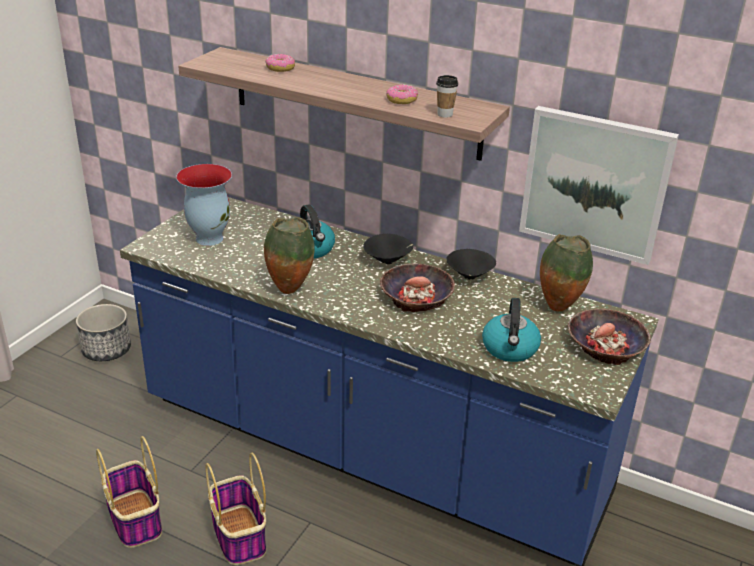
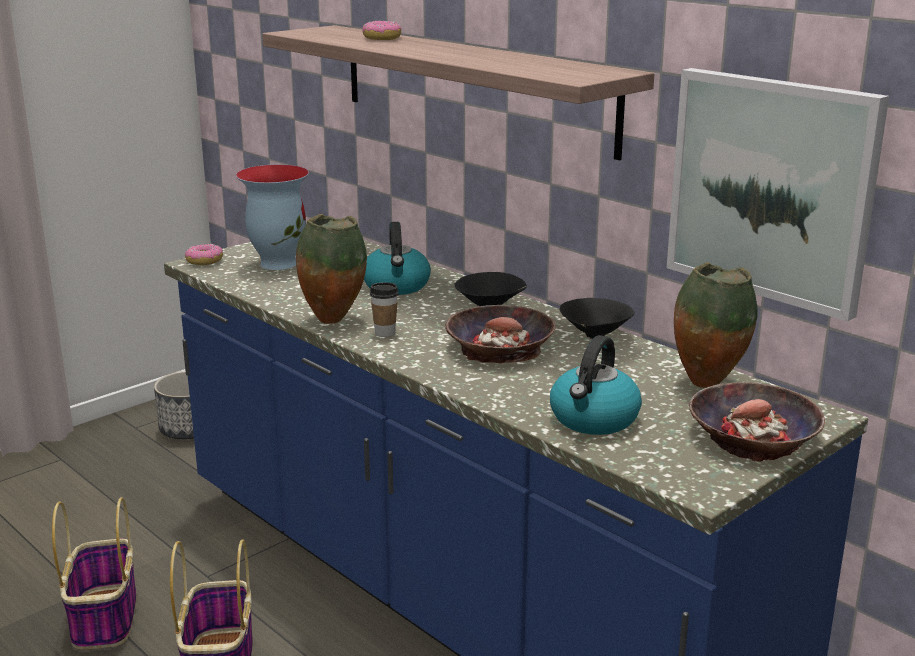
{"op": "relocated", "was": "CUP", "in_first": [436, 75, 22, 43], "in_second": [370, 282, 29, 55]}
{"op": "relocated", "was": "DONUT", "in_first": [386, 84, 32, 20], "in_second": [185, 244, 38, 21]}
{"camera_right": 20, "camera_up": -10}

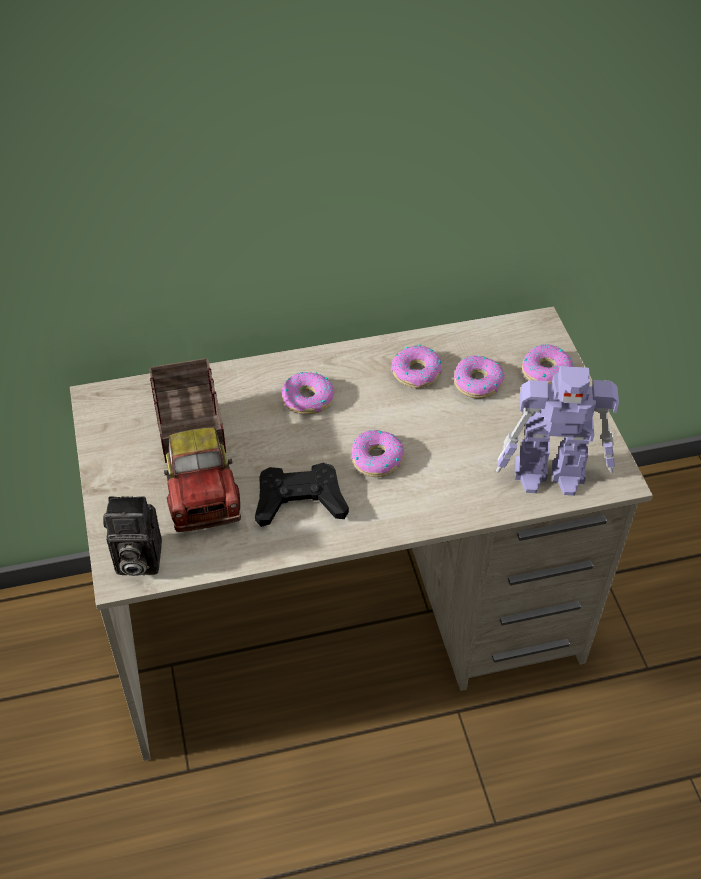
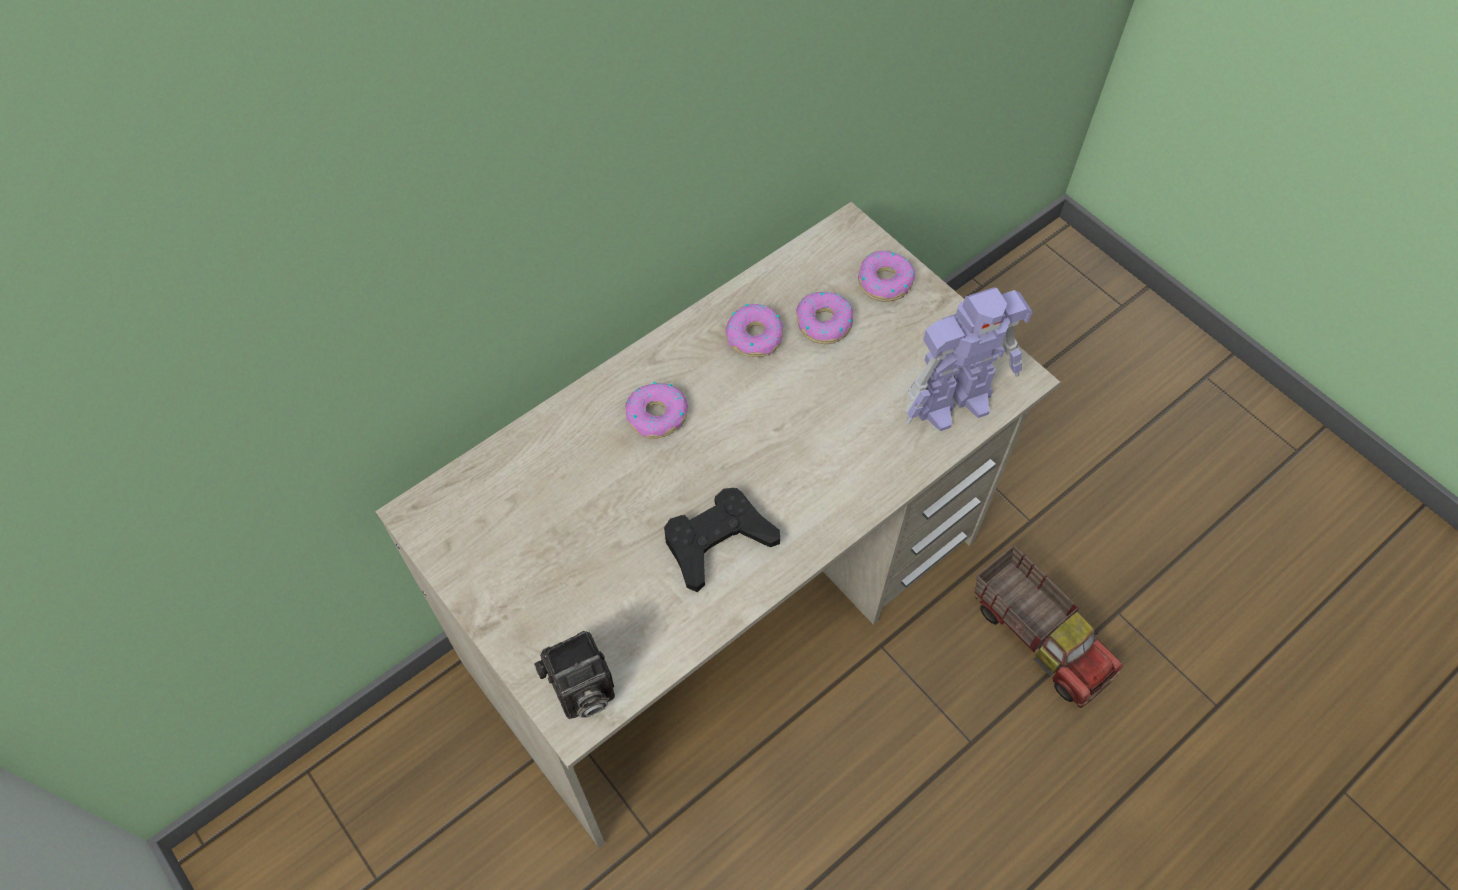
{"op": "relocated", "was": "TOY TRUCK", "in_first": [149, 358, 92, 174], "in_second": [975, 545, 148, 163]}
{"op": "missing", "was": "DONUT", "in_first": [351, 430, 53, 47]}
{"camera_right": -25, "camera_up": 10}

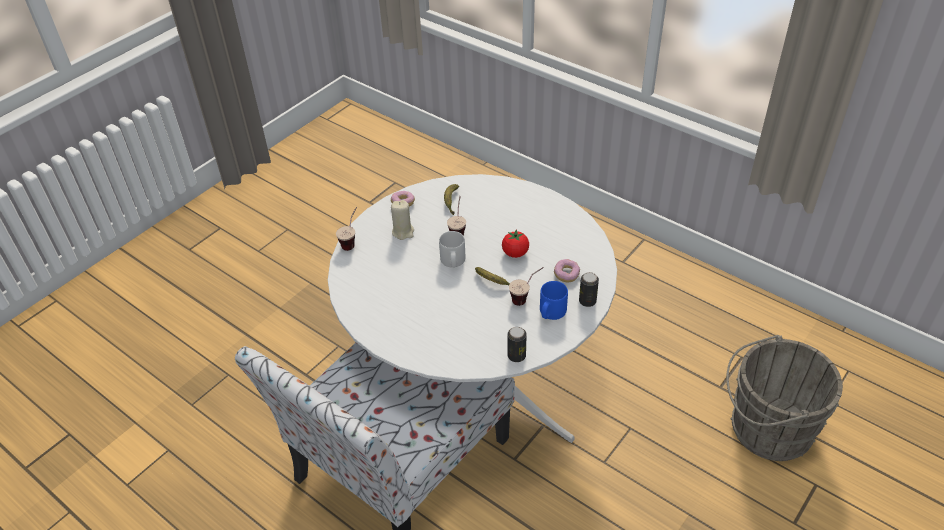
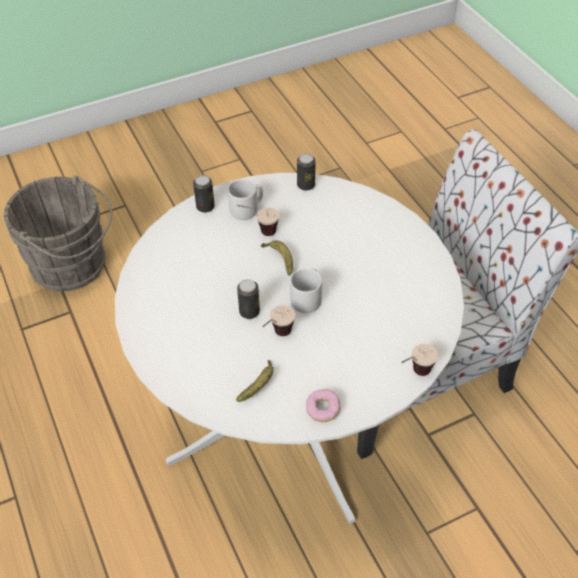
{"op": "missing", "was": "BEIGE CANDLE", "in_first": [391, 200, 23, 40]}
{"op": "missing", "was": "TOMATO", "in_first": [502, 229, 27, 29]}
{"op": "missing", "was": "DONUT", "in_first": [554, 259, 26, 23]}
{"op": "colour", "was": "BLUE MUG", "now": "GREY MUG", "in_first": [540, 281, 28, 39], "in_second": [228, 179, 35, 41]}
{"op": "appeared", "now": "CAN", "in_second": [237, 279, 23, 40]}
{"camera_right": -155, "camera_up": 5}

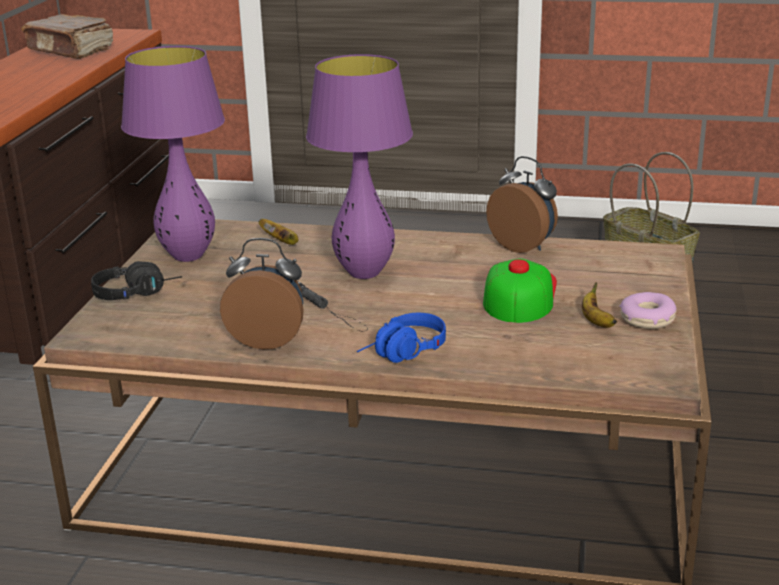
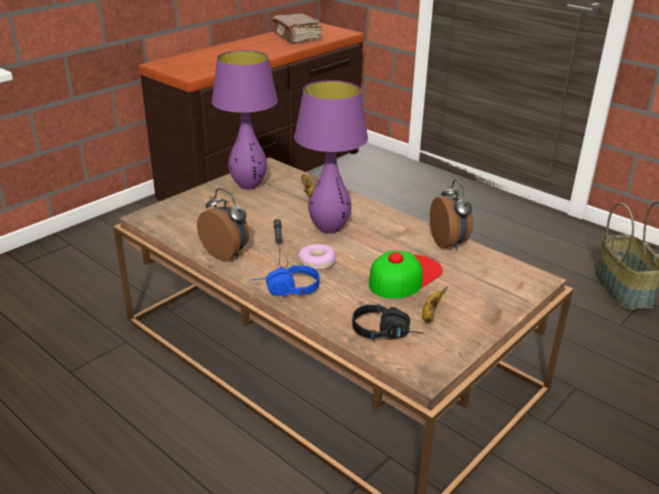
{"op": "relocated", "was": "BLACK HEADPHONES", "in_first": [91, 261, 91, 39], "in_second": [352, 304, 72, 36]}
{"op": "relocated", "was": "DONUT", "in_first": [619, 292, 58, 37], "in_second": [298, 244, 38, 26]}
{"camera_right": 30, "camera_up": 5}

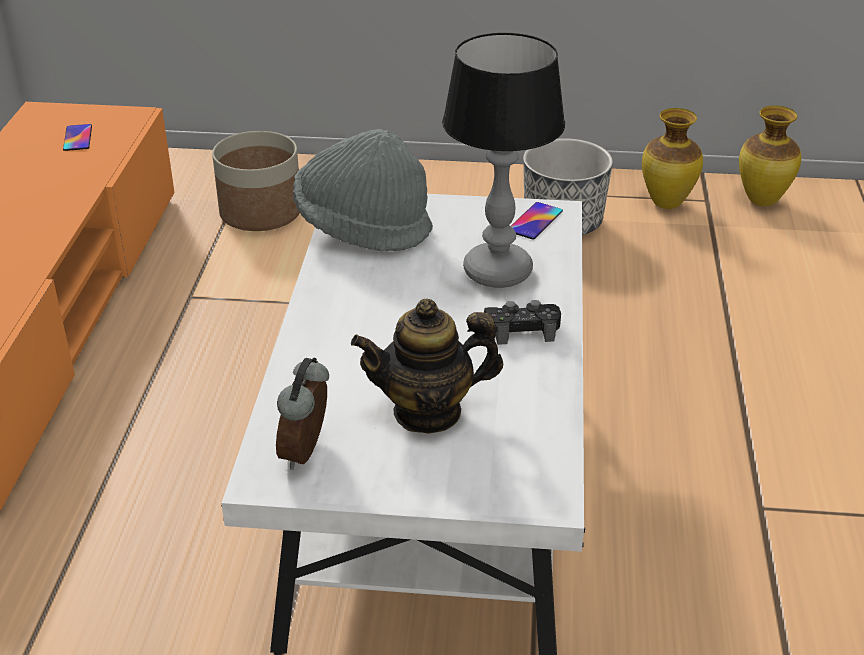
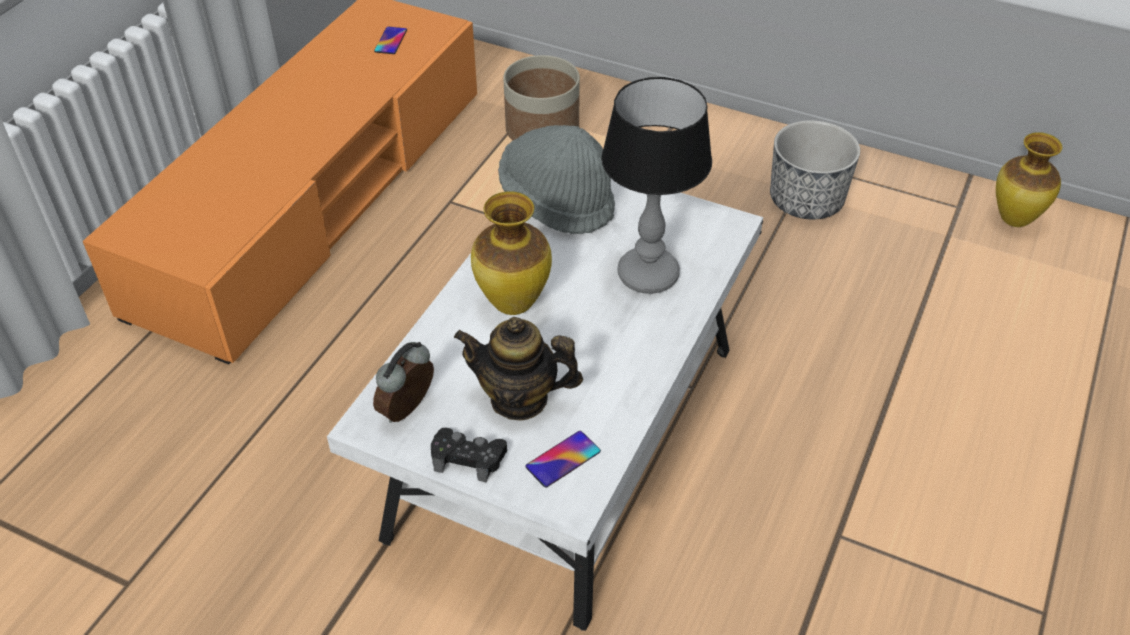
{"op": "relocated", "was": "VASE", "in_first": [642, 108, 61, 101], "in_second": [471, 191, 81, 124]}
{"op": "relocated", "was": "PHONE", "in_first": [511, 202, 52, 37], "in_second": [525, 431, 76, 56]}
{"op": "relocated", "was": "BLACK GAME CONTROLLER", "in_first": [484, 300, 77, 45], "in_second": [431, 428, 76, 55]}
{"camera_right": 20, "camera_up": 10}

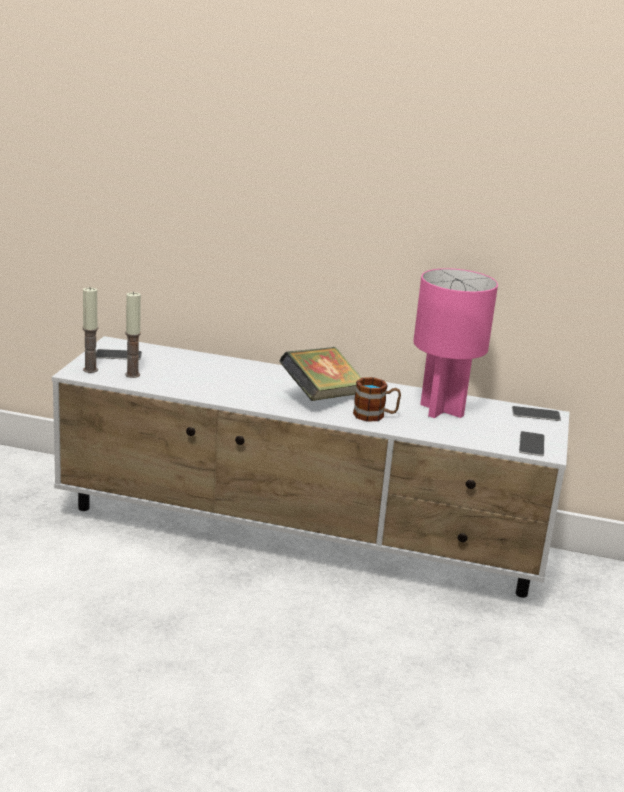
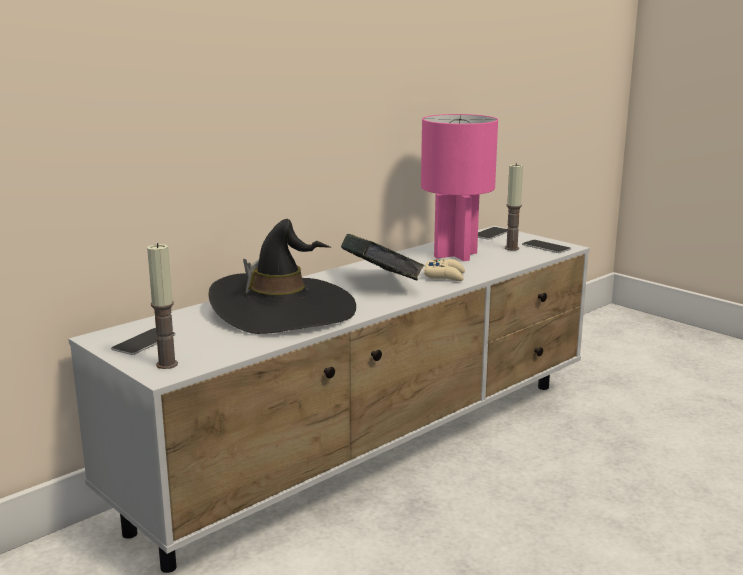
{"op": "relocated", "was": "CANDLE", "in_first": [125, 292, 16, 86], "in_second": [505, 163, 18, 88]}
{"op": "exchanged", "was": "MUG", "now": "BEIGE GAME CONTROLLER", "in_first": [353, 377, 48, 45], "in_second": [424, 258, 41, 23]}
{"op": "appeared", "now": "BLACK HAT", "in_second": [209, 219, 147, 115]}
{"camera_right": -55, "camera_up": -5}

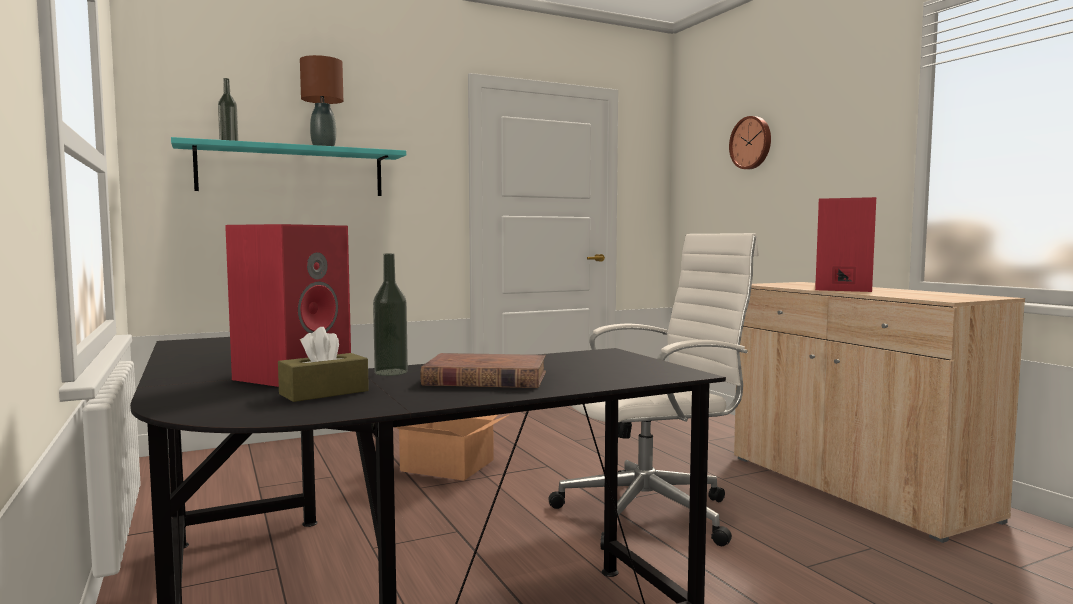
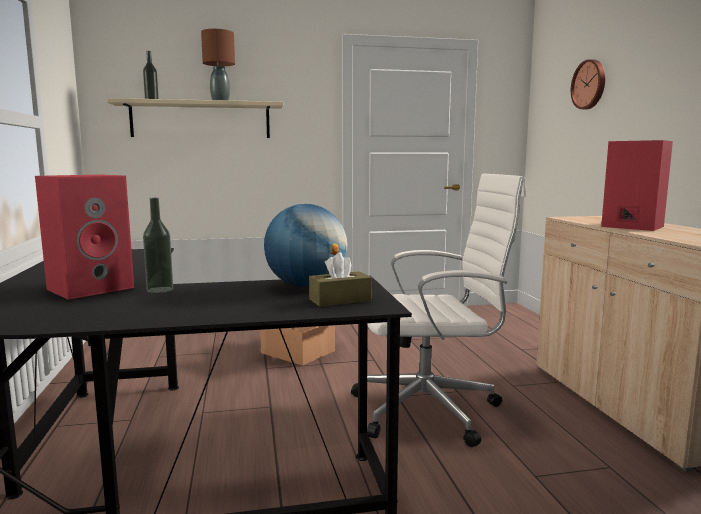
{"op": "colour", "was": "TURQUOISE SHELF", "now": "BEIGE SHELF", "in_first": [171, 137, 235, 59], "in_second": [107, 98, 176, 40]}
{"op": "relocated", "was": "BROWN TISSUE BOX", "in_first": [278, 327, 91, 75], "in_second": [309, 253, 63, 54]}
{"op": "missing", "was": "BROWN BOOK", "in_first": [420, 353, 126, 35]}
{"op": "appeared", "now": "GLOBE", "in_second": [264, 204, 83, 83]}
{"camera_right": 15, "camera_up": 5}

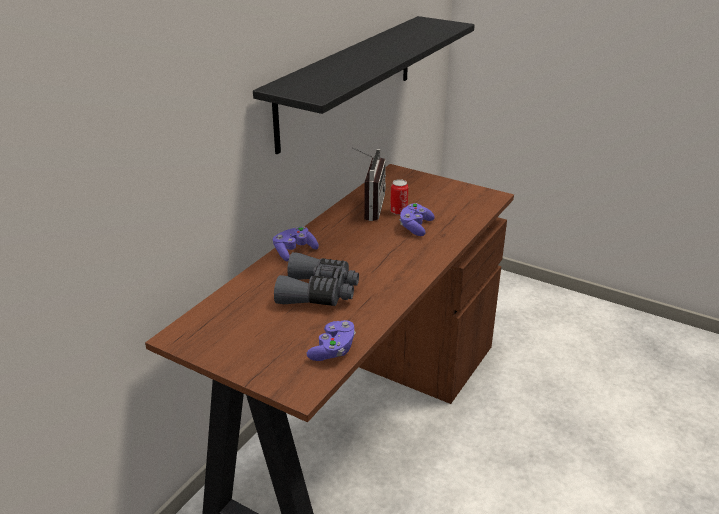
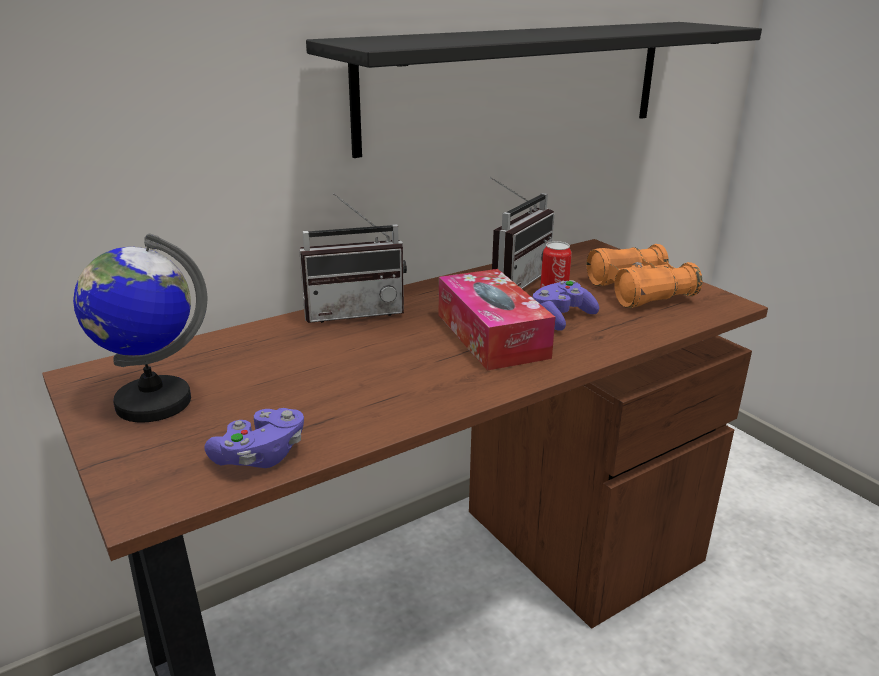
{"op": "exchanged", "was": "PURPLE GAME CONTROLLER", "now": "RADIO", "in_first": [273, 227, 46, 34], "in_second": [299, 193, 108, 130]}
{"op": "missing", "was": "GREY BINOCULARS", "in_first": [274, 252, 85, 54]}
{"op": "appeared", "now": "GLOBE", "in_second": [73, 233, 134, 190]}
{"op": "appeared", "now": "ORANGE BINOCULARS", "in_second": [586, 244, 116, 64]}
{"op": "appeared", "now": "TISSUE BOX", "in_second": [439, 269, 116, 102]}
{"camera_right": 25, "camera_up": -5}

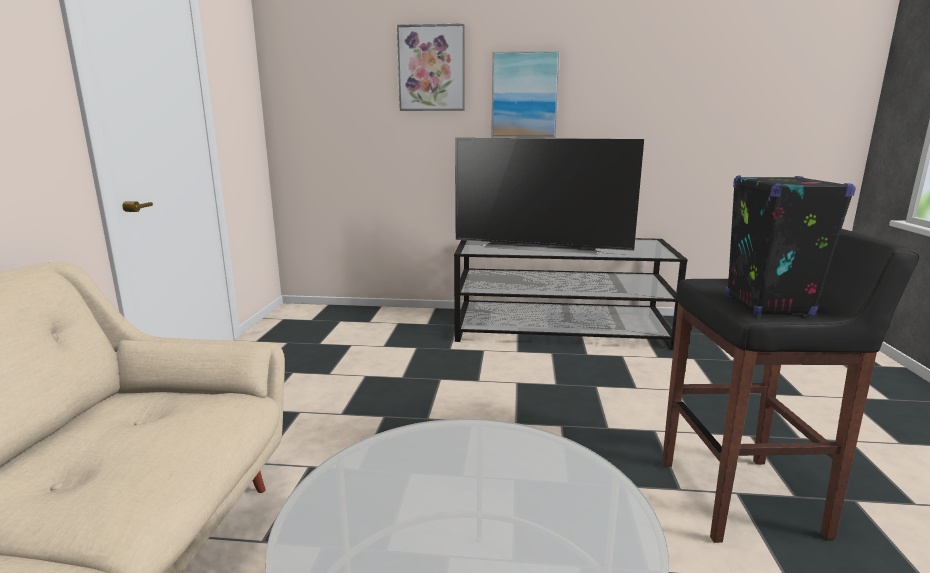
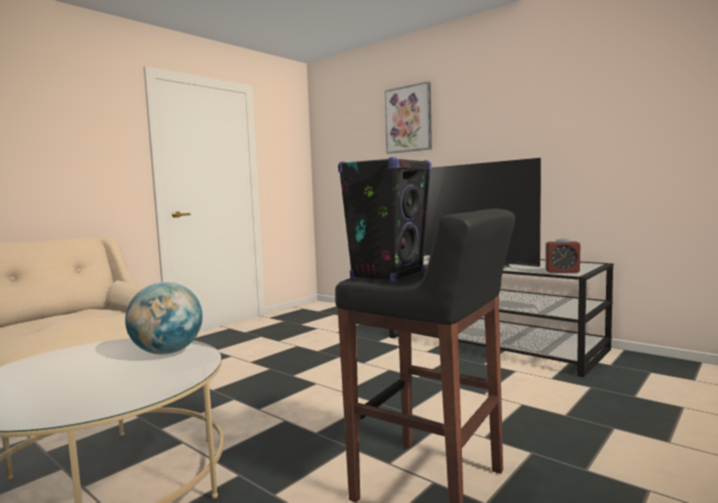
{"op": "missing", "was": "PICTURE", "in_first": [491, 51, 69, 87]}
{"op": "appeared", "now": "ALARM CLOCK", "in_second": [545, 238, 36, 35]}
{"op": "appeared", "now": "GLOBE", "in_second": [125, 282, 78, 73]}
{"camera_right": 35, "camera_up": -10}

